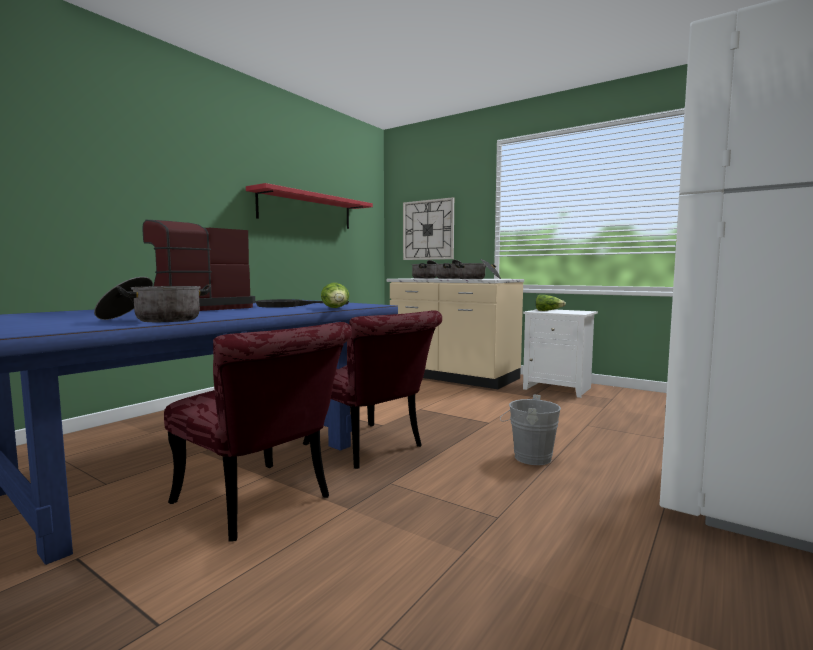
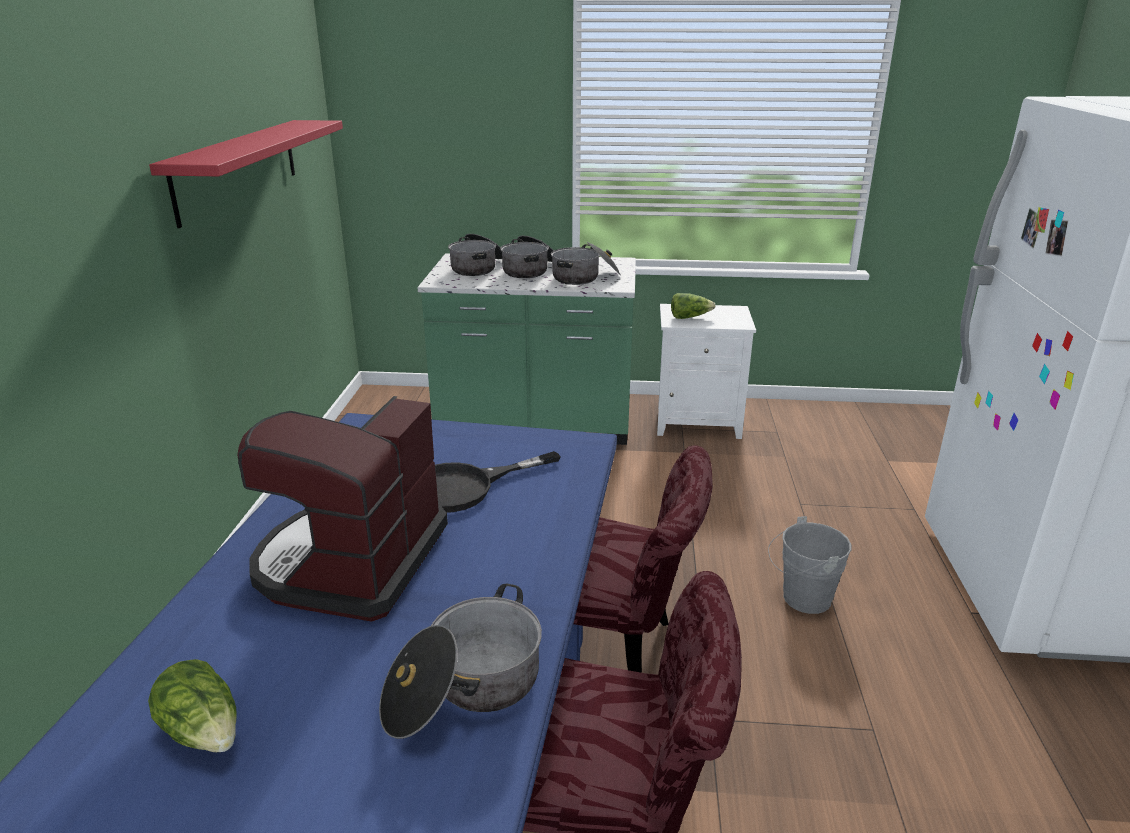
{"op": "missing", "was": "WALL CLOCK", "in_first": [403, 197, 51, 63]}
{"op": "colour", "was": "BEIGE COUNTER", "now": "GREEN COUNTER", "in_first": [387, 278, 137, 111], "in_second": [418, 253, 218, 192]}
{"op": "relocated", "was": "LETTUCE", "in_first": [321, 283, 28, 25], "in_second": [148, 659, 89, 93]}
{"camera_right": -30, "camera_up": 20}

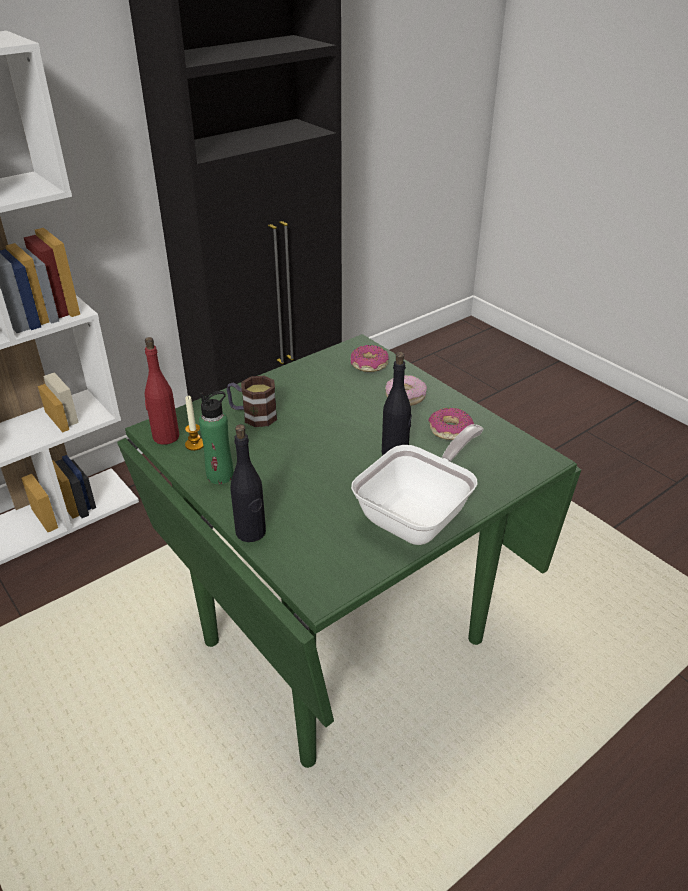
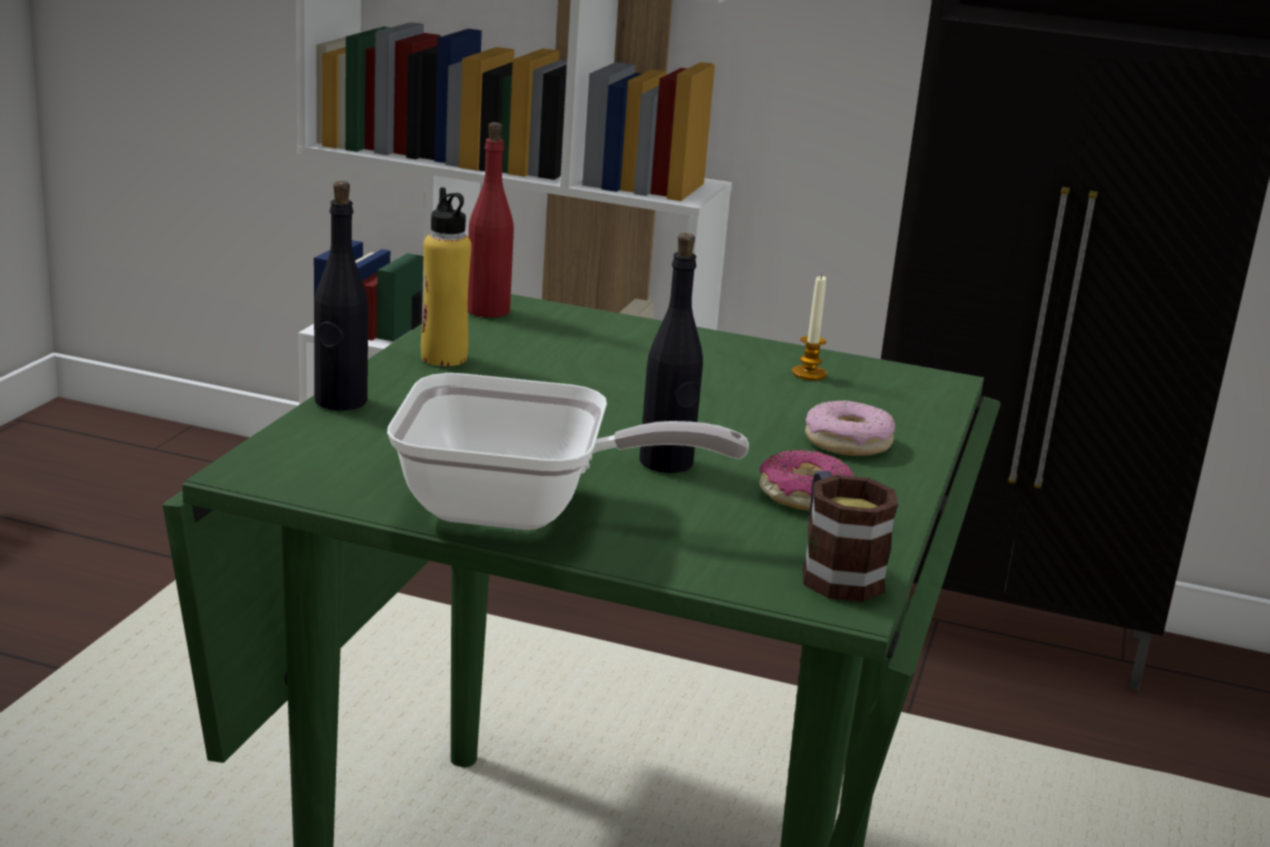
{"op": "missing", "was": "DONUT", "in_first": [351, 345, 38, 27]}
{"op": "relocated", "was": "MUG", "in_first": [227, 376, 50, 51], "in_second": [802, 471, 96, 131]}
{"op": "colour", "was": "GREEN BOTTLE", "now": "YELLOW BOTTLE", "in_first": [199, 391, 35, 93], "in_second": [421, 187, 51, 179]}
{"op": "relocated", "was": "CANDLE", "in_first": [185, 396, 18, 55], "in_second": [792, 274, 35, 106]}
{"camera_right": 55, "camera_up": -15}

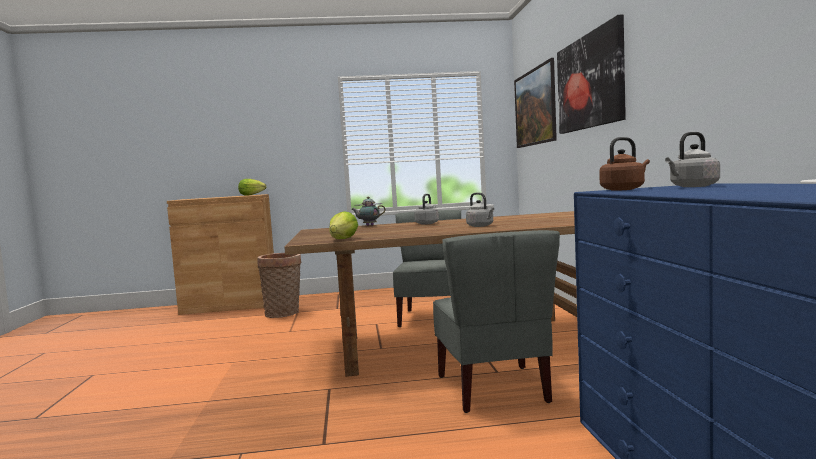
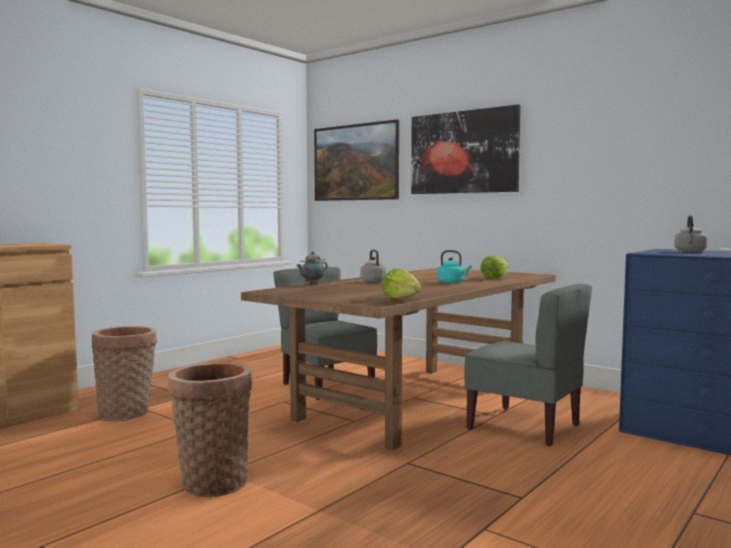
{"op": "missing", "was": "BROWN KETTLE", "in_first": [599, 137, 51, 54]}
{"op": "relocated", "was": "LETTUCE", "in_first": [238, 179, 28, 17], "in_second": [480, 256, 29, 23]}
{"op": "colour", "was": "GREY KETTLE", "now": "TURQUOISE KETTLE", "in_first": [466, 193, 28, 34], "in_second": [438, 250, 34, 33]}
{"op": "appeared", "now": "BASKET", "in_second": [168, 362, 84, 135]}
{"camera_right": -45, "camera_up": 0}

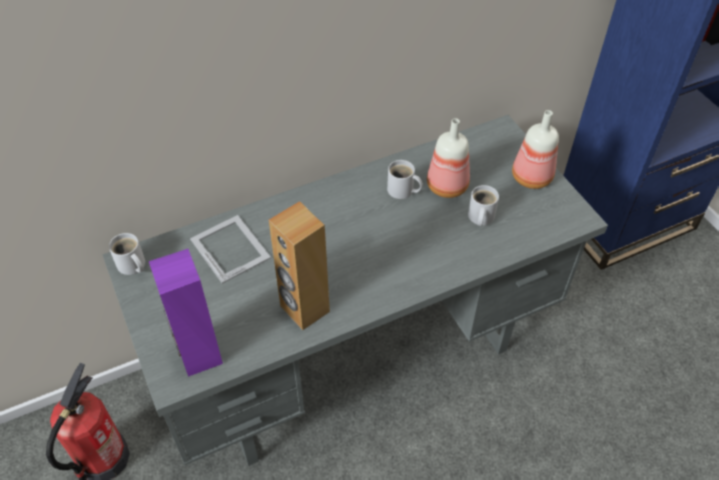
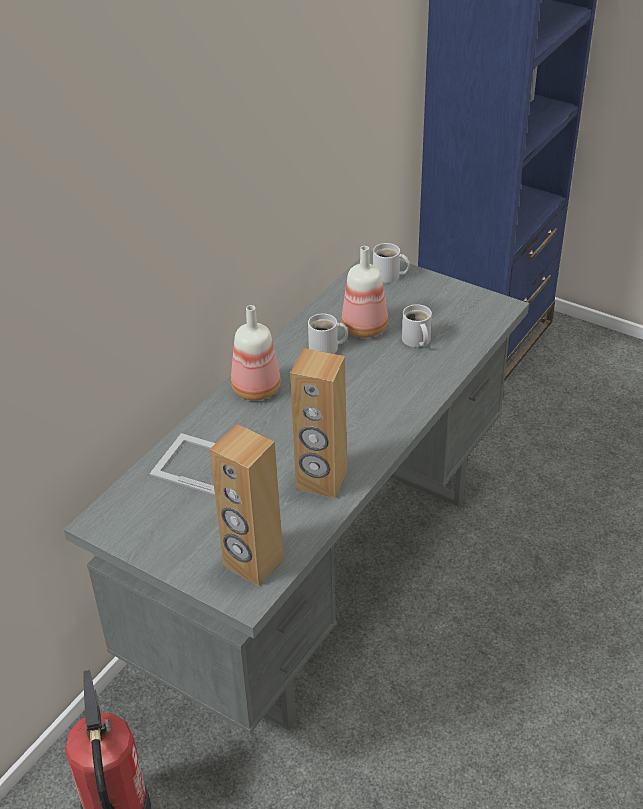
{"op": "relocated", "was": "BOTTLE", "in_first": [512, 110, 47, 79], "in_second": [231, 305, 50, 96]}
{"op": "relocated", "was": "WHITE MUG", "in_first": [109, 233, 36, 42], "in_second": [373, 243, 37, 40]}
{"op": "colour", "was": "PURPLE SPEAKER", "now": "BROWN SPEAKER", "in_first": [149, 249, 74, 128], "in_second": [210, 424, 74, 162]}
{"camera_right": -30, "camera_up": -10}

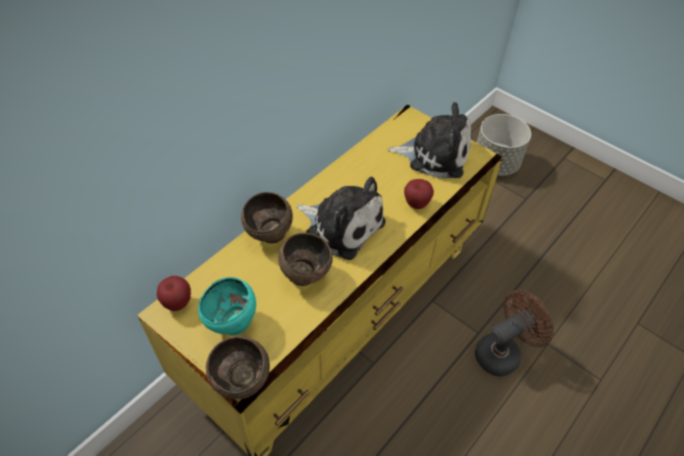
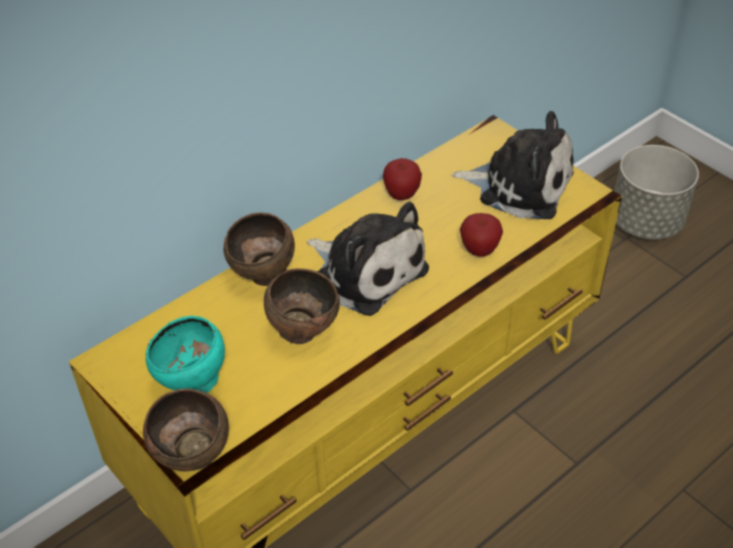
{"op": "relocated", "was": "APPLE", "in_first": [157, 276, 34, 35], "in_second": [383, 158, 39, 42]}
{"op": "missing", "was": "BROWN FAN", "in_first": [475, 290, 79, 87]}
{"camera_right": 10, "camera_up": -5}

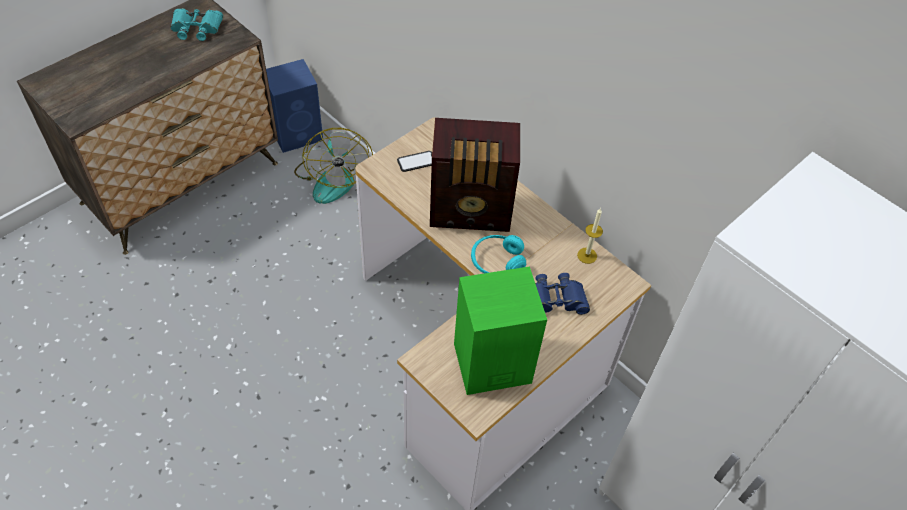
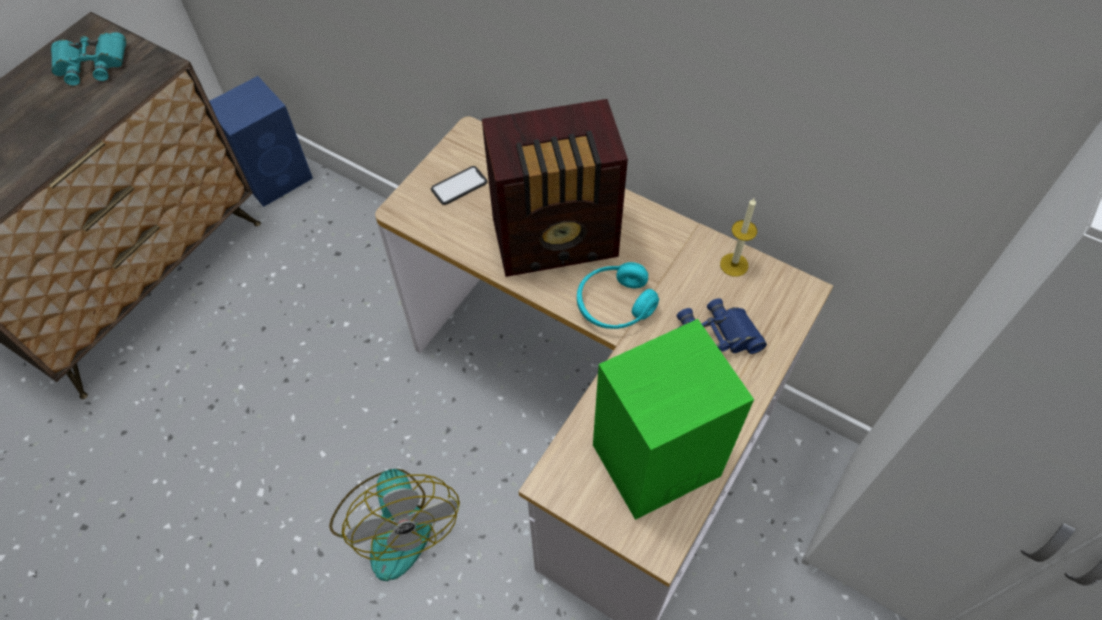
{"op": "relocated", "was": "FAN", "in_first": [294, 128, 79, 76], "in_second": [329, 469, 131, 112]}
{"camera_right": -10, "camera_up": 5}

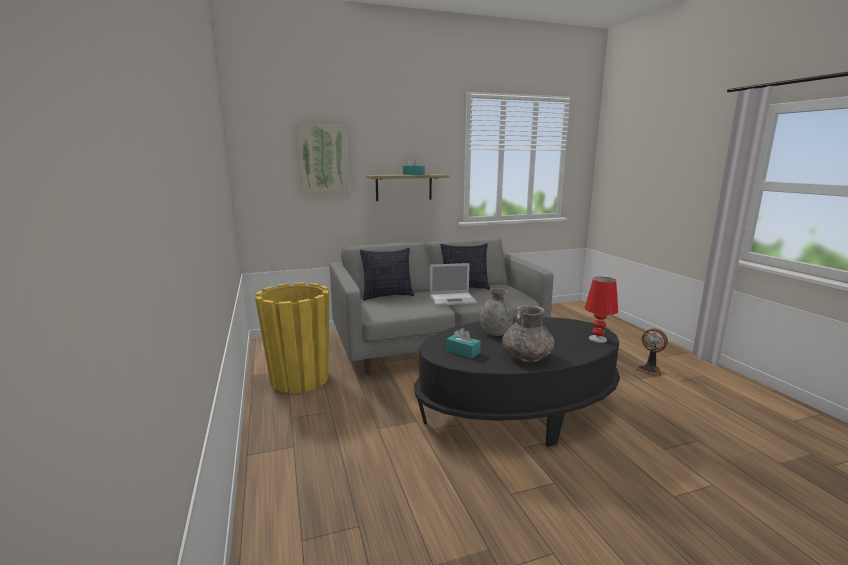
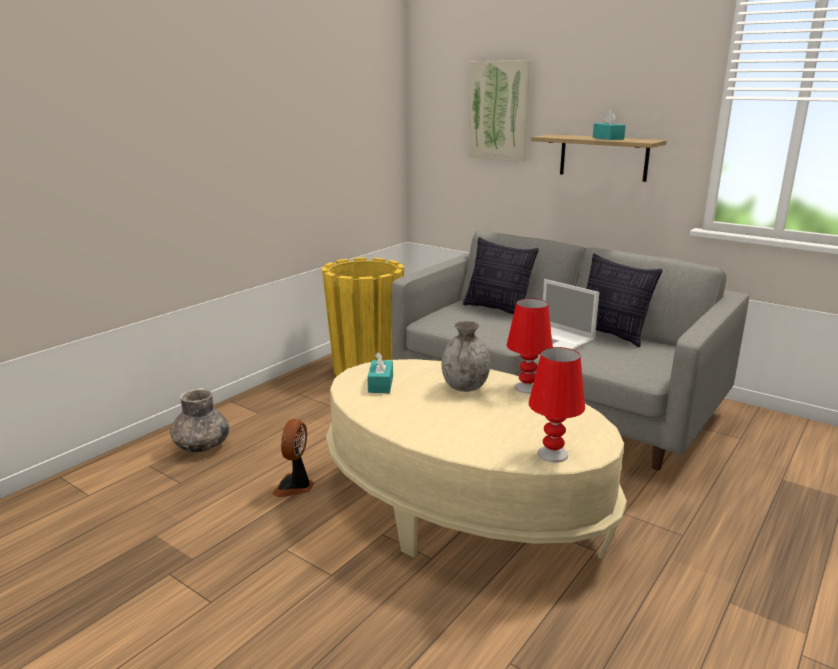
{"op": "relocated", "was": "GREY VASE", "in_first": [502, 305, 52, 57], "in_second": [170, 388, 59, 64]}
{"op": "colour", "was": "BLACK COFFEE TABLE", "now": "BEIGE COFFEE TABLE", "in_first": [414, 317, 206, 130], "in_second": [326, 359, 301, 199]}
{"op": "relocated", "was": "FAN", "in_first": [634, 328, 34, 49], "in_second": [272, 419, 42, 78]}
{"op": "appeared", "now": "RED TABLE LAMP", "in_second": [507, 298, 46, 95]}
{"camera_right": 55, "camera_up": 5}

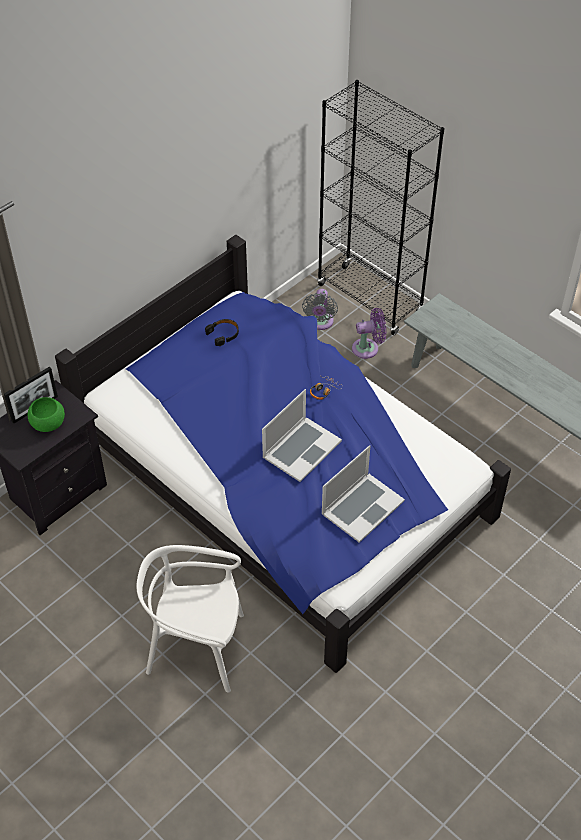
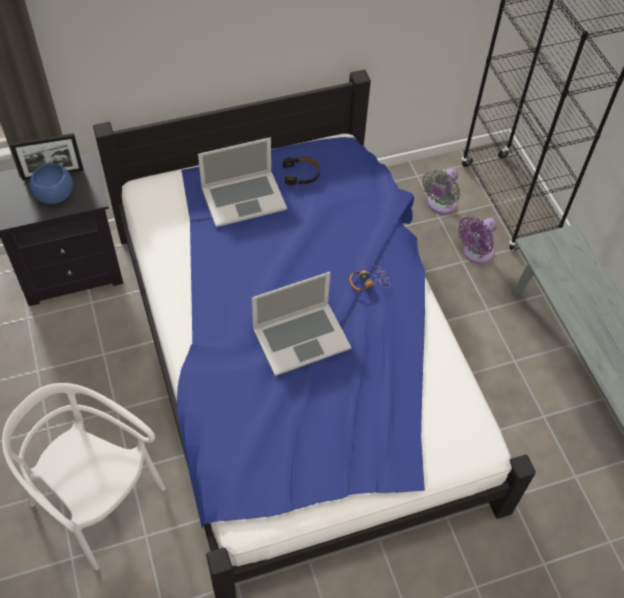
{"op": "spun", "was": "PURPLE FAN", "in_first": [352, 308, 34, 51], "in_second": [458, 216, 39, 48], "clockwise": 120}
{"op": "colour", "was": "GREEN BOWL", "now": "BLUE BOWL", "in_first": [28, 397, 37, 35], "in_second": [30, 163, 43, 41]}
{"op": "relocated", "was": "LAPTOP", "in_first": [322, 445, 83, 98], "in_second": [198, 137, 89, 90]}
{"camera_right": 25, "camera_up": 5}

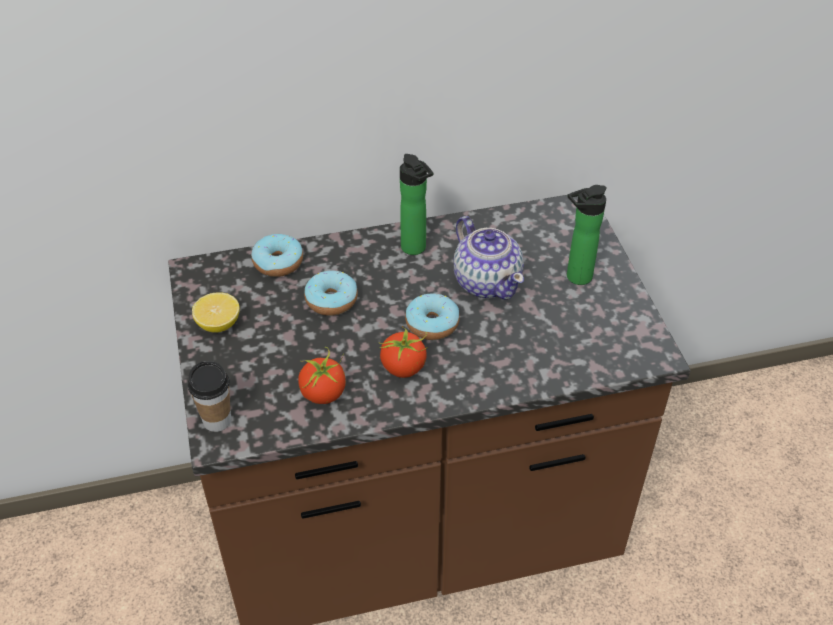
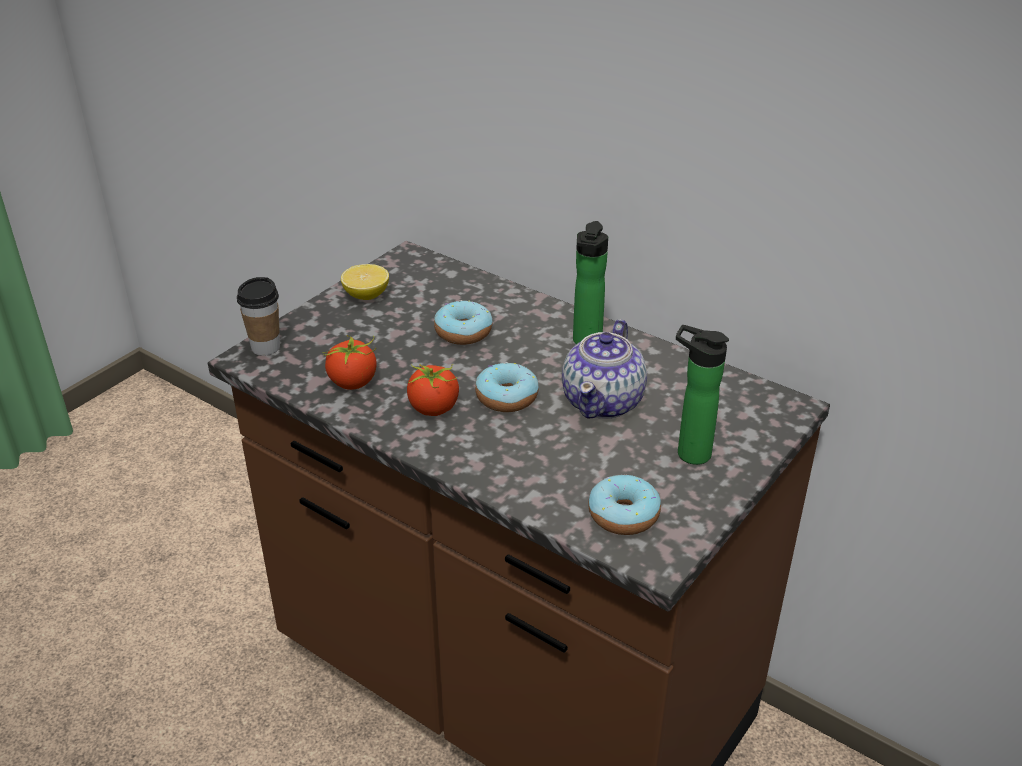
{"op": "relocated", "was": "DONUT", "in_first": [251, 234, 52, 43], "in_second": [588, 475, 73, 60]}
{"camera_right": 50, "camera_up": -10}

